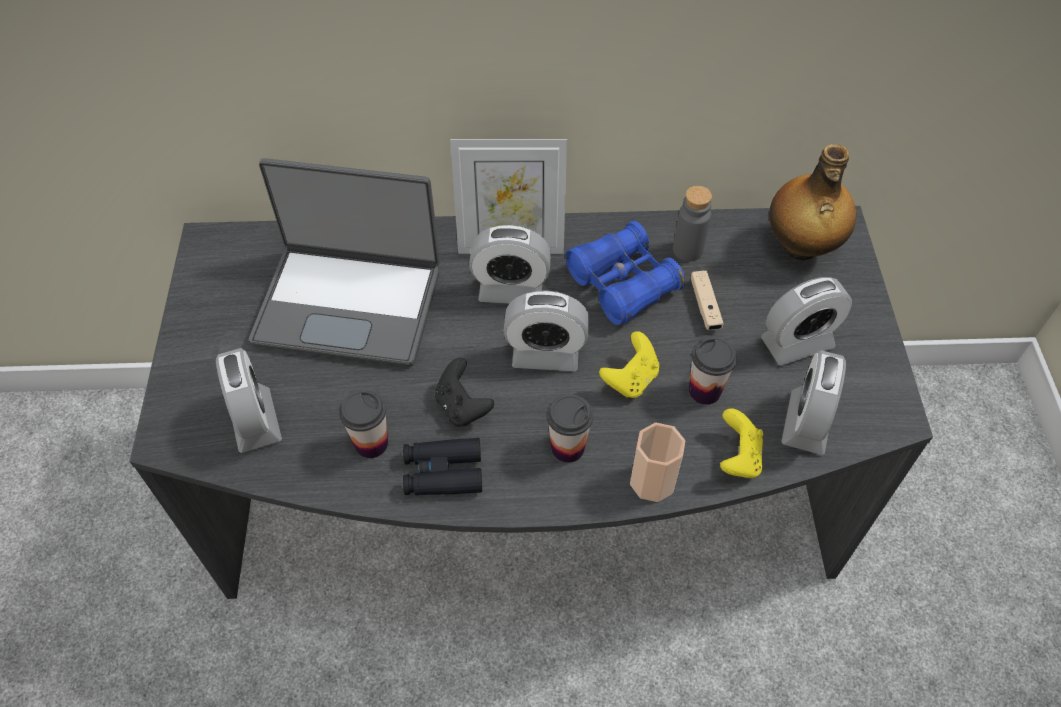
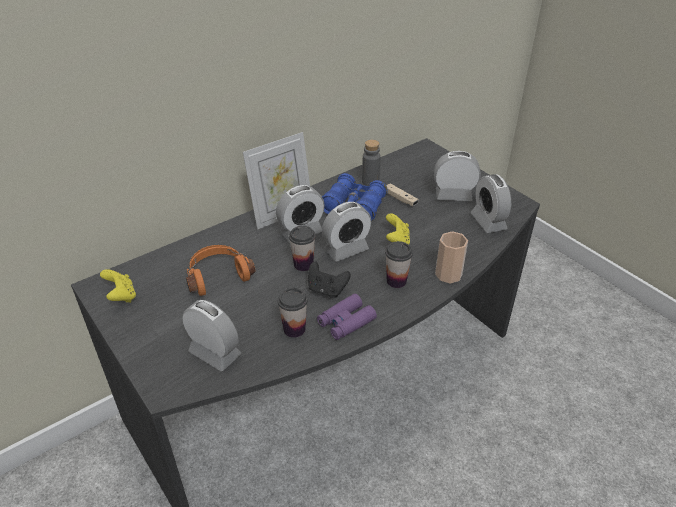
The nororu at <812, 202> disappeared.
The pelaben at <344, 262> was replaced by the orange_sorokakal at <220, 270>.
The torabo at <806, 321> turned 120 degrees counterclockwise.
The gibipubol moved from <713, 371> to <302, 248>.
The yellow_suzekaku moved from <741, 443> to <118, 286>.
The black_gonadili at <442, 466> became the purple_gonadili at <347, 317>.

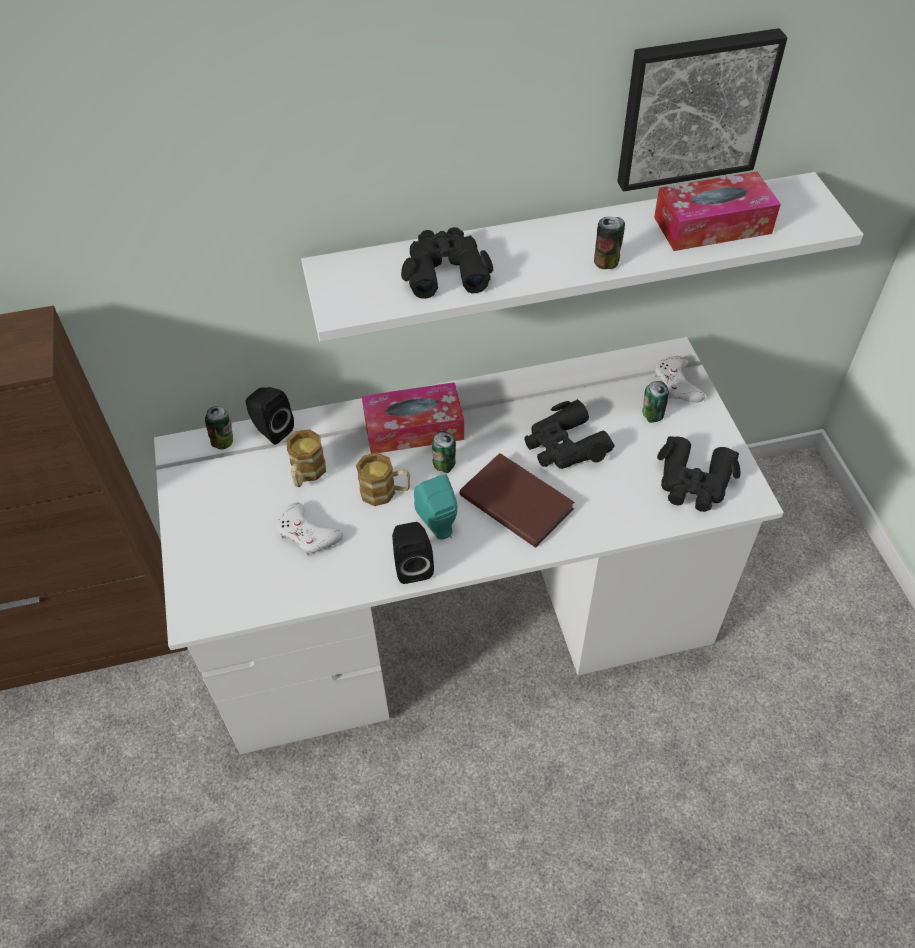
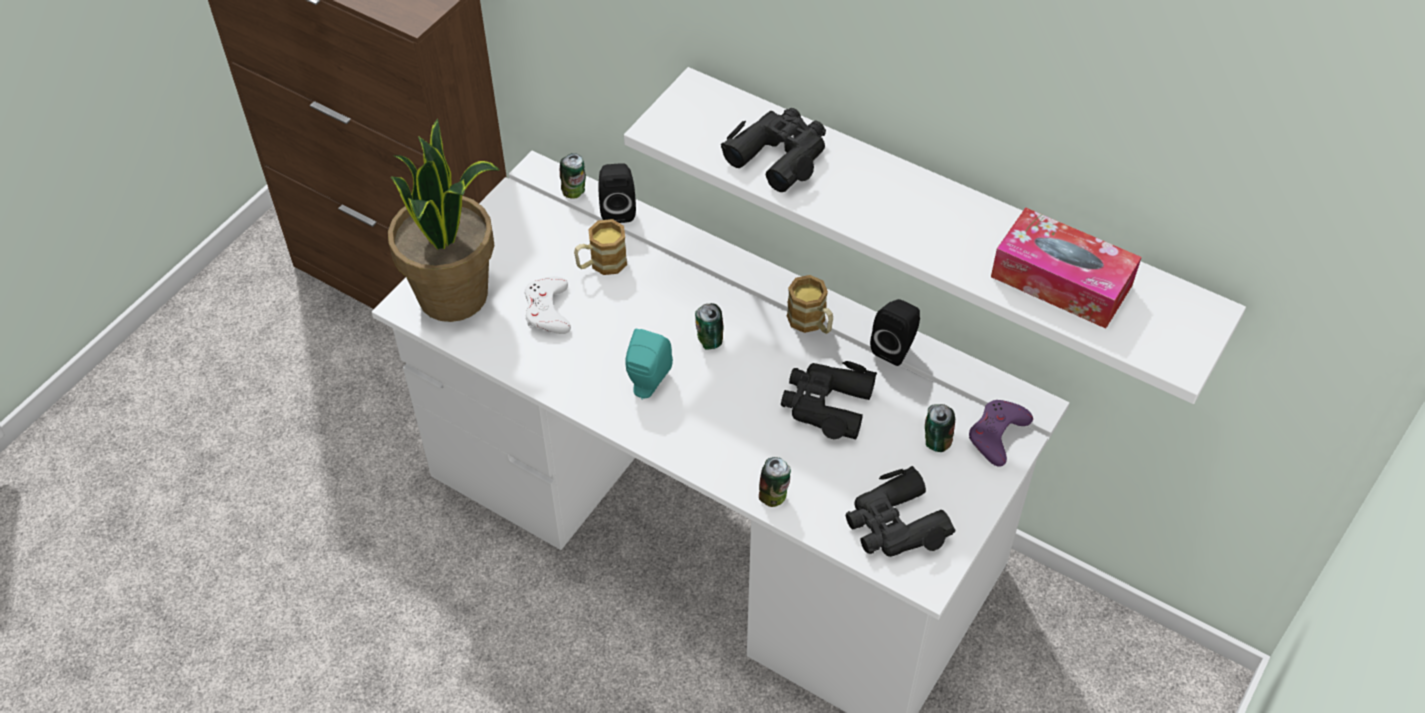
The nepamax at <702, 110> disappeared.
The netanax moved from <609, 243> to <775, 482>.
The white_suzekaku at <680, 379> became the purple_suzekaku at <1001, 433>.
The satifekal at <413, 418> disappeared.
The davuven moved from <383, 479> to <810, 304>.
The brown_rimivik at <517, 500> disappeared.
The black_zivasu moved from <413, 553> to <895, 332>.
The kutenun at <443, 220> appeared.

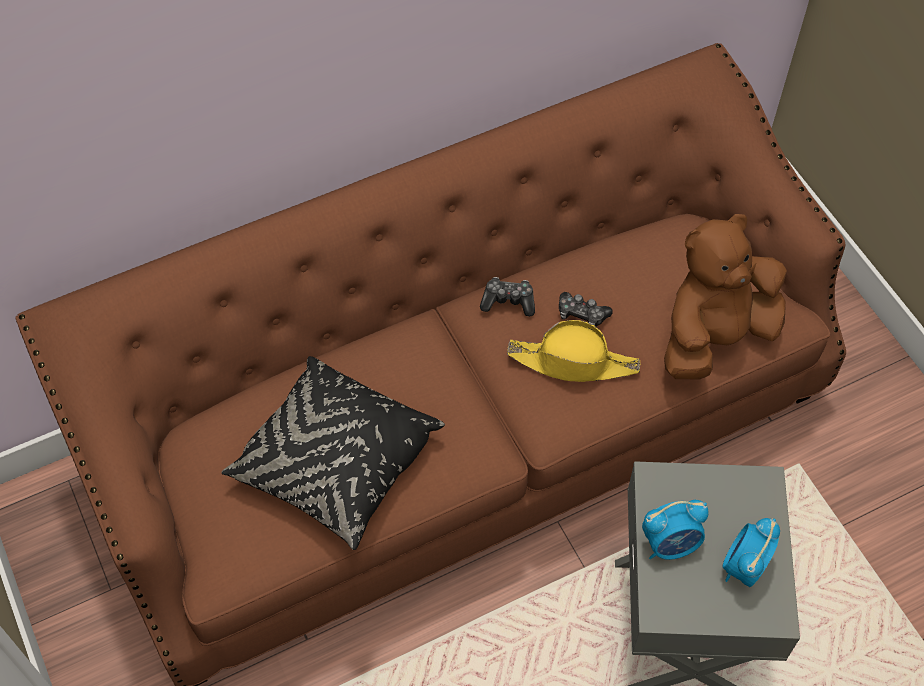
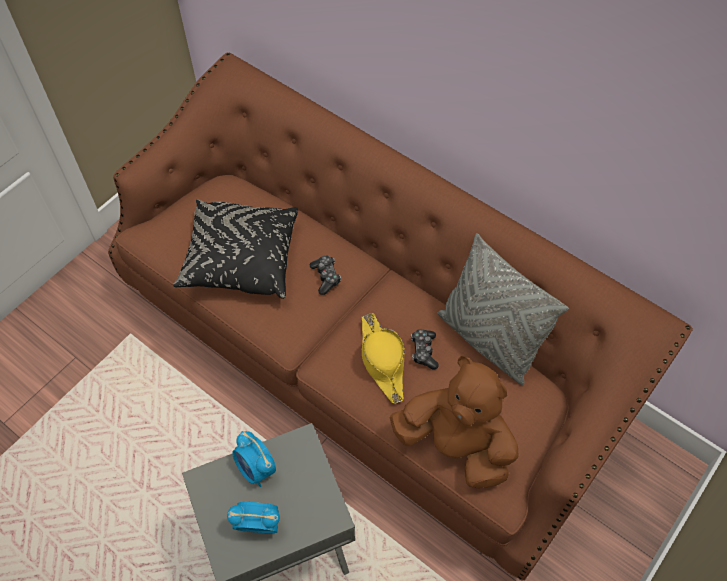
The suzekaku moved from <507, 296> to <325, 275>.
The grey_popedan at <503, 309> appeared.

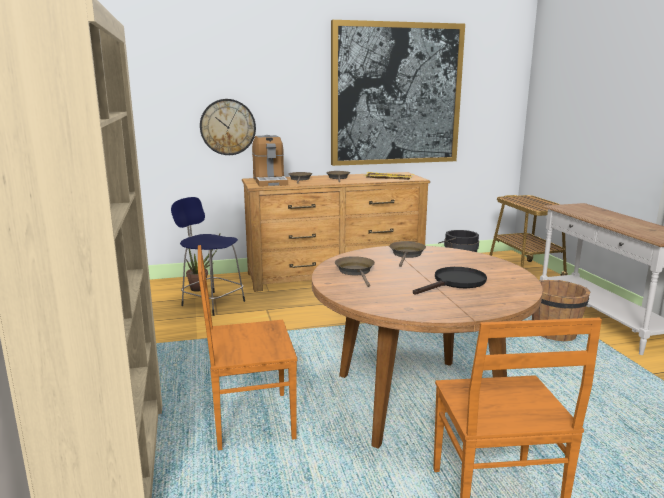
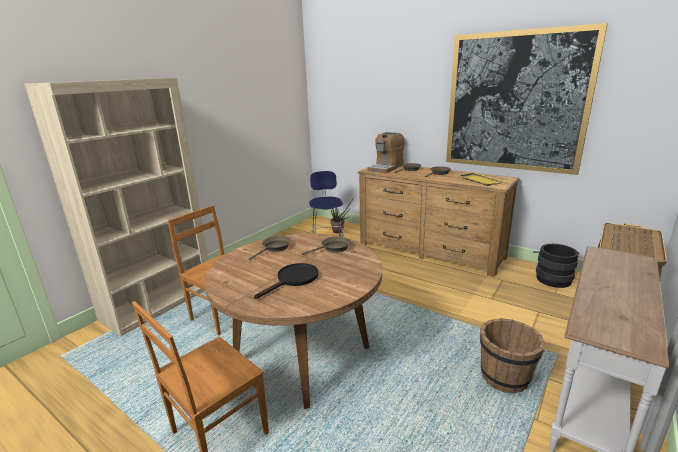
The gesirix at <228, 127> disappeared.
The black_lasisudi at <450, 281> turned 60 degrees counterclockwise.

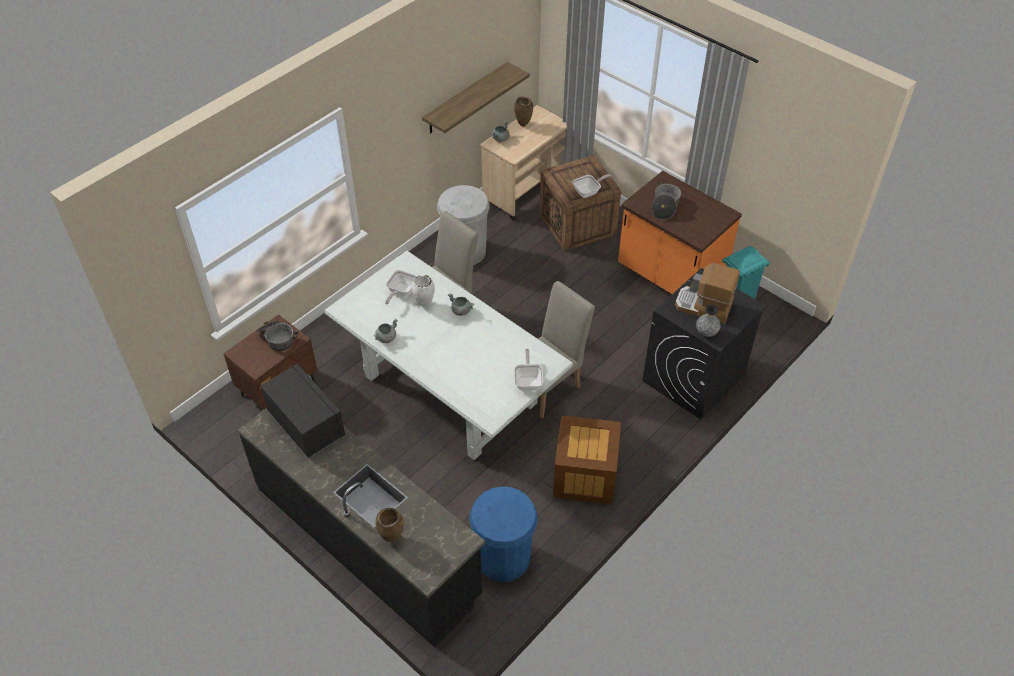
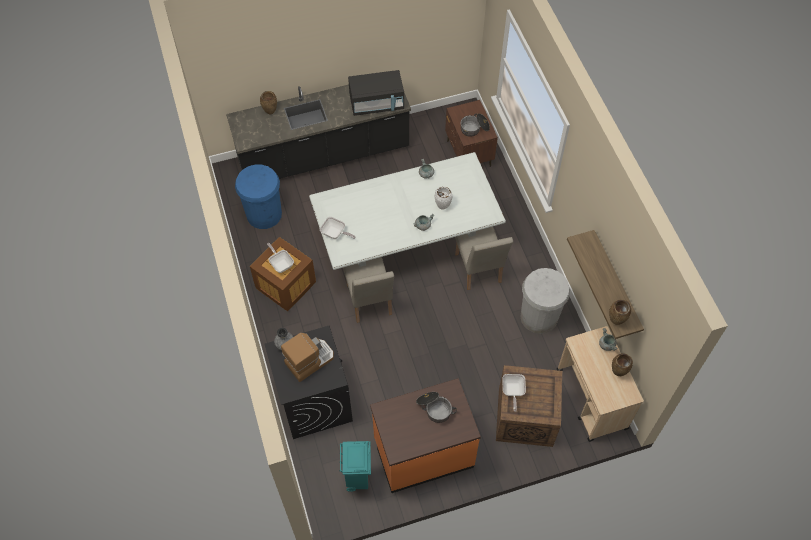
The lasisudi moved from <401, 287> to <280, 258>.
The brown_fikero at <620, 312> appeared.

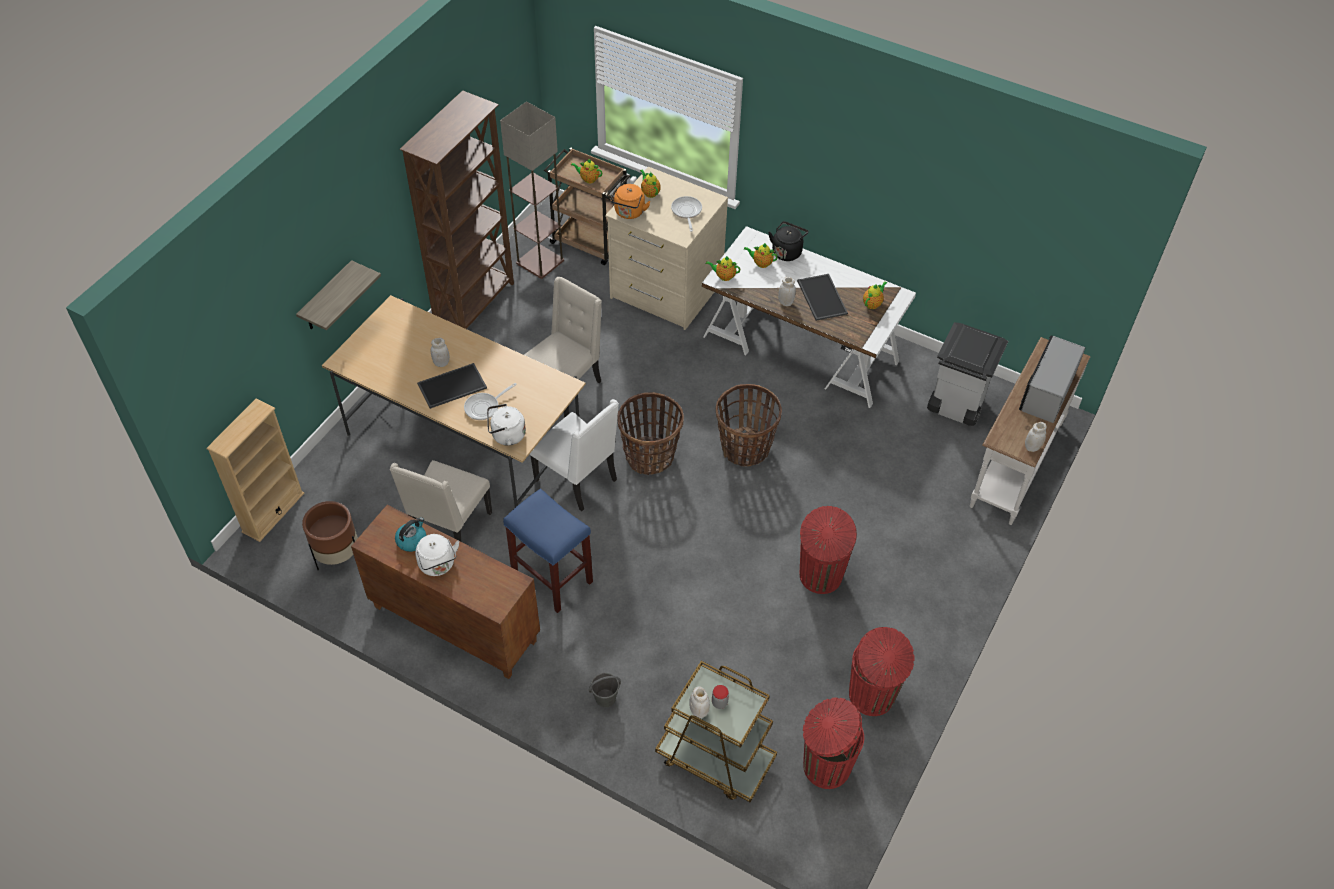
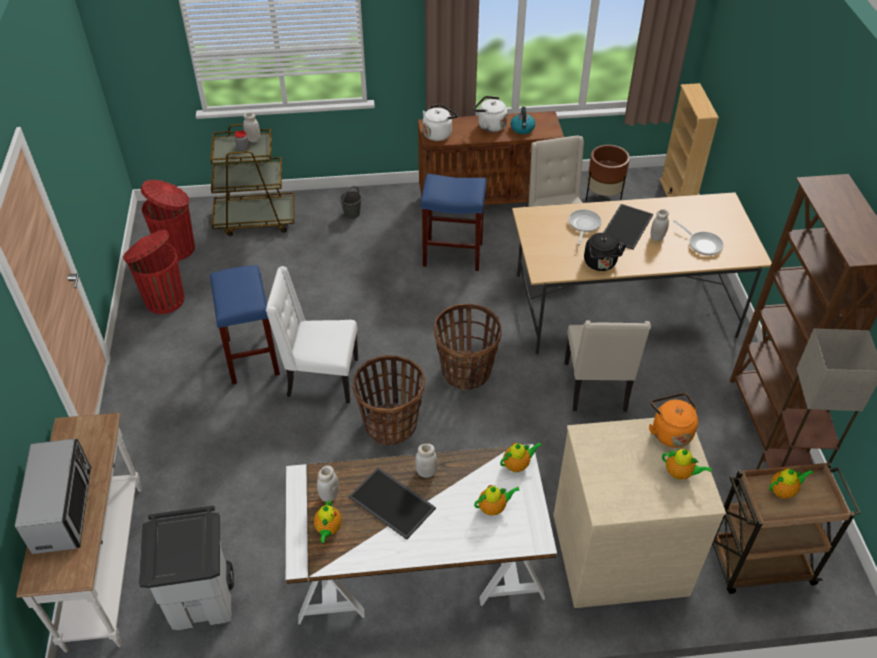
The lasisudi moved from <686, 214> to <698, 238>.
The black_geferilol moved from <788, 241> to <605, 252>.
The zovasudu at <338, 295> disappeared.
The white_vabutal moved from <574, 455> to <312, 334>.
The white_geferilol moved from <506, 425> to <440, 122>.
The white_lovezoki moved from <1036, 437> to <328, 483>.
The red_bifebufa at <828, 550> was replaced by the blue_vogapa at <245, 324>.

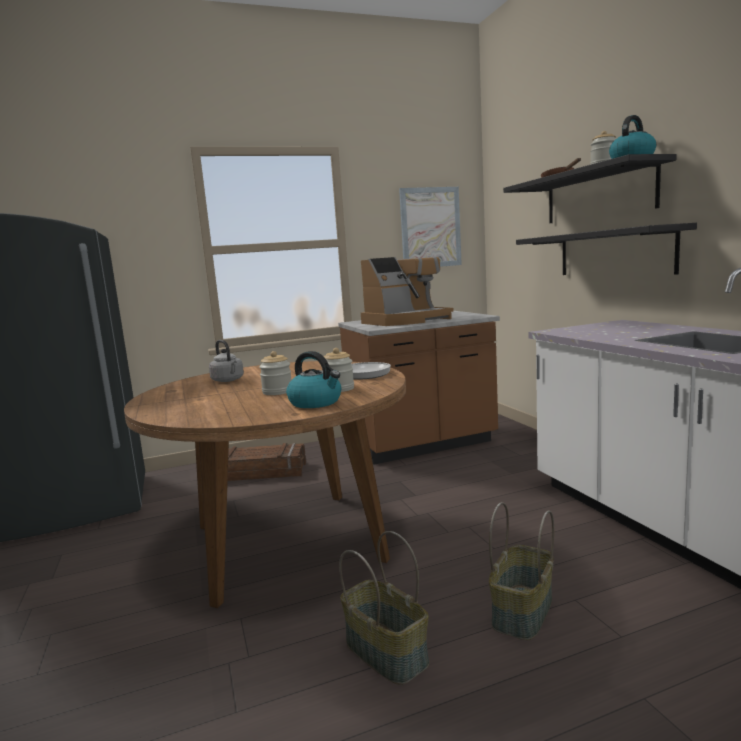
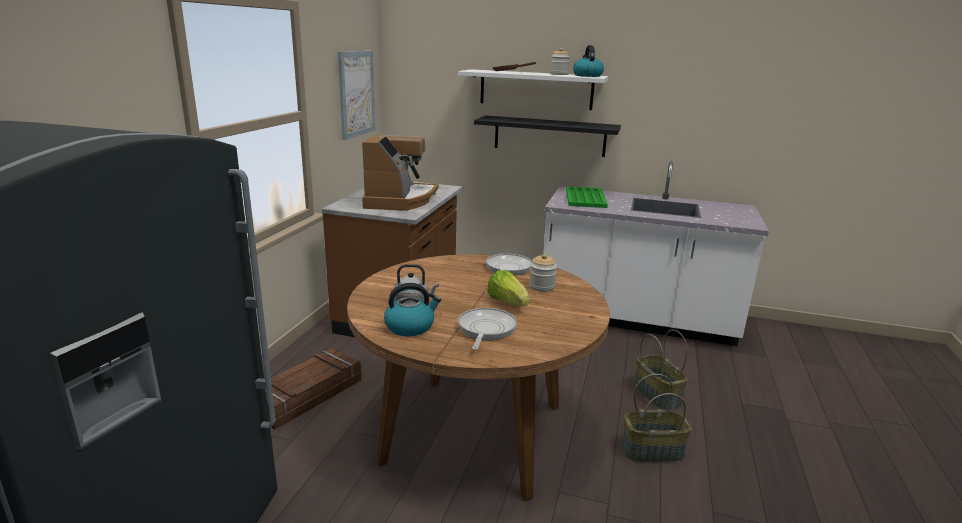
The black_zovasudu at <590, 188> became the white_zovasudu at <533, 89>.
The lovezoki at <275, 373> was replaced by the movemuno at <508, 288>.
The geferilol moved from <313, 379> to <412, 309>.
The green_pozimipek at <587, 197> appeared.
The lasisudi at <487, 329> appeared.

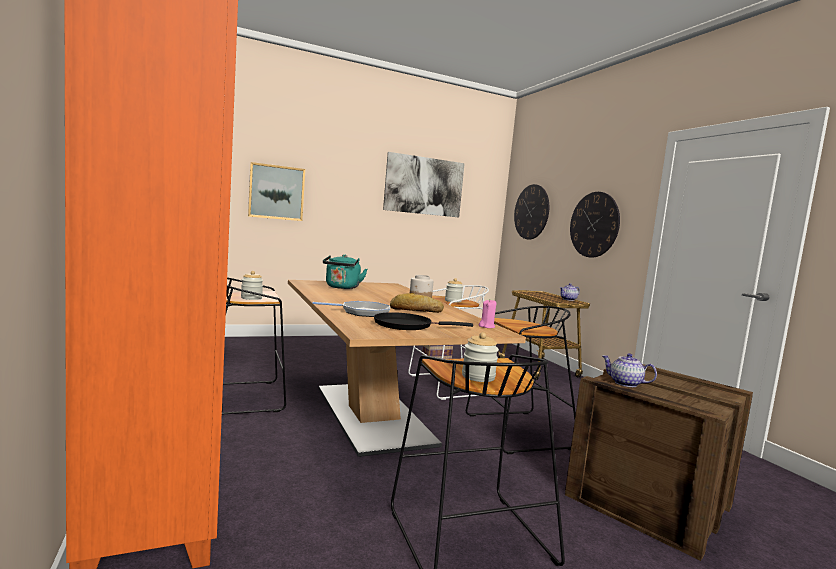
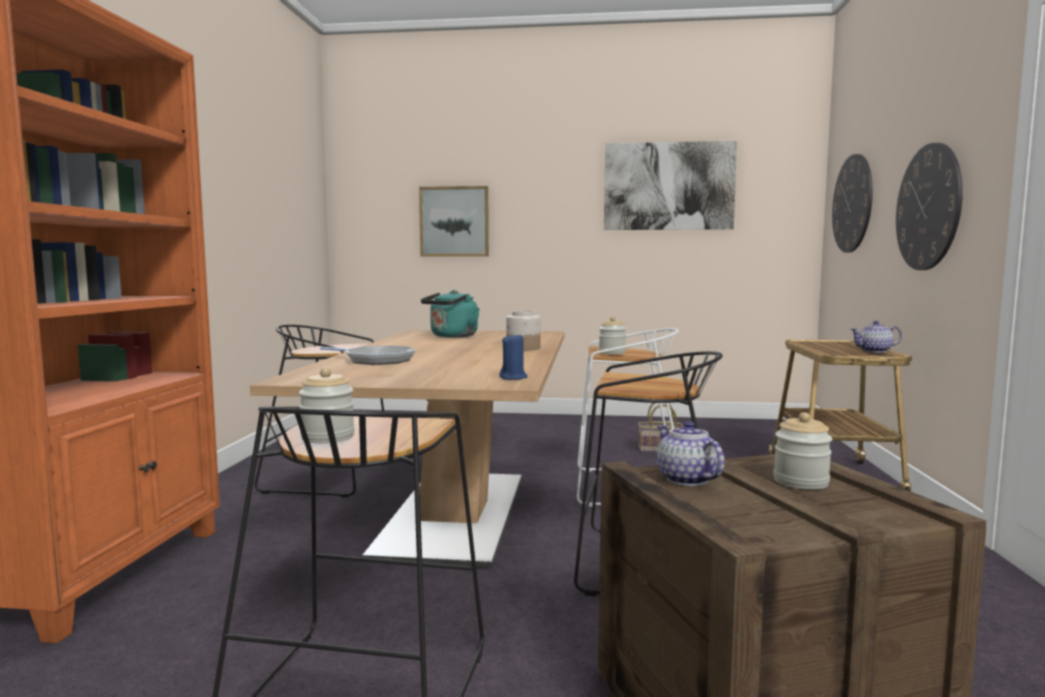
The lovezoki moved from <252, 285> to <802, 451>.
The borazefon at <417, 303> disappeared.
The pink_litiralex at <487, 314> became the blue_litiralex at <513, 356>.
The black_lasisudi at <423, 321> disappeared.

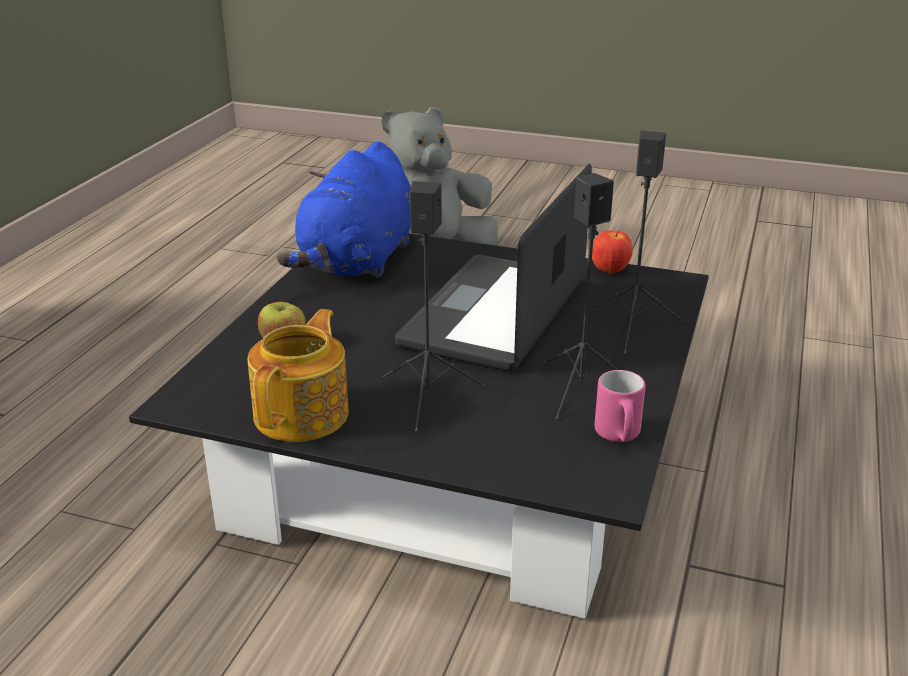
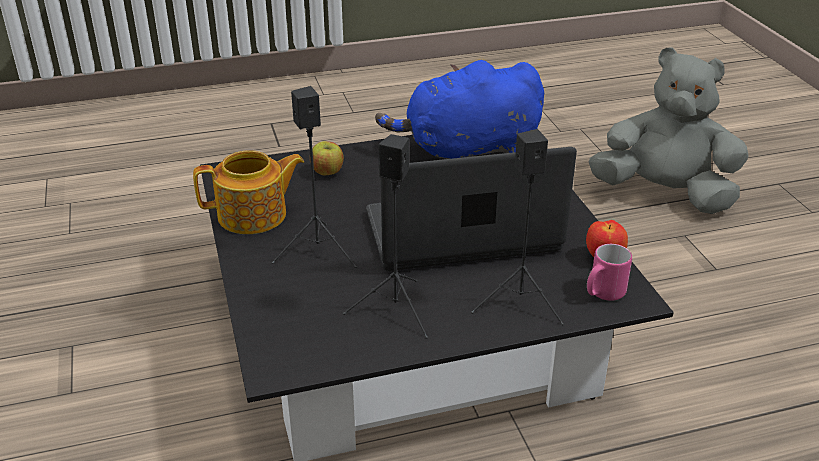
The pink_davuven moved from <620, 406> to <609, 272>.

